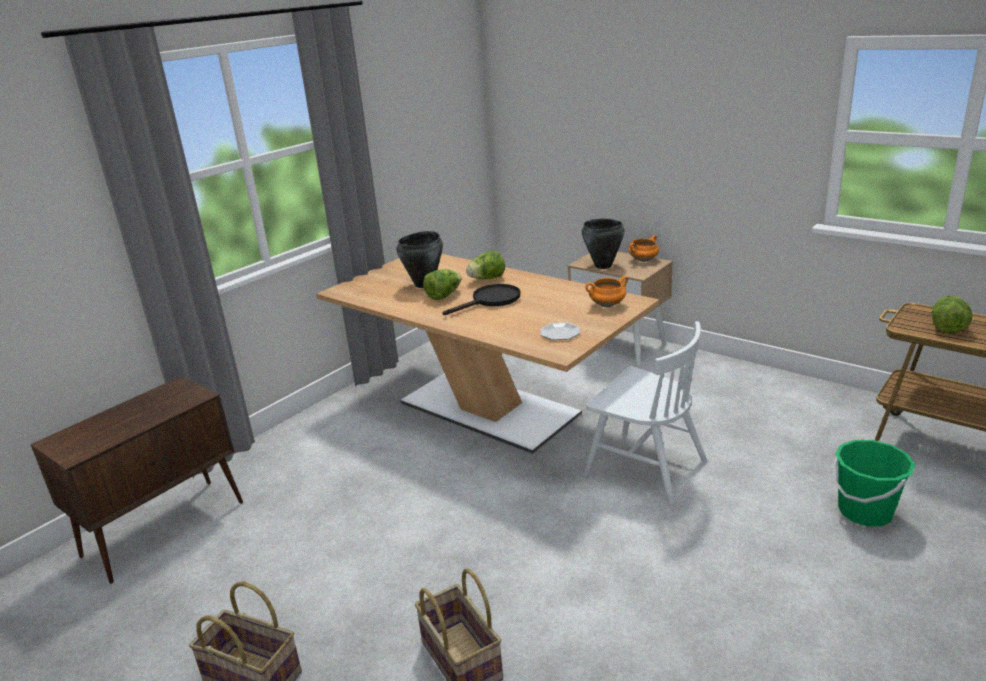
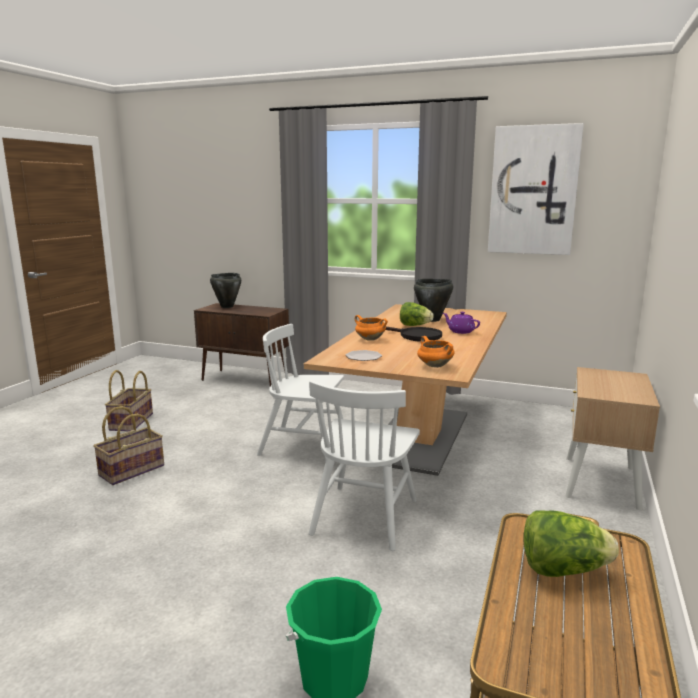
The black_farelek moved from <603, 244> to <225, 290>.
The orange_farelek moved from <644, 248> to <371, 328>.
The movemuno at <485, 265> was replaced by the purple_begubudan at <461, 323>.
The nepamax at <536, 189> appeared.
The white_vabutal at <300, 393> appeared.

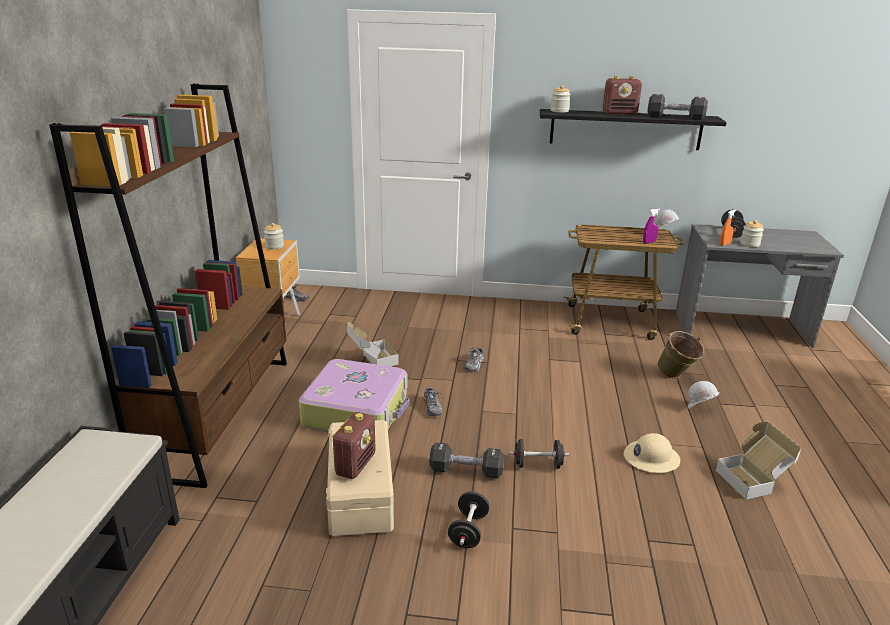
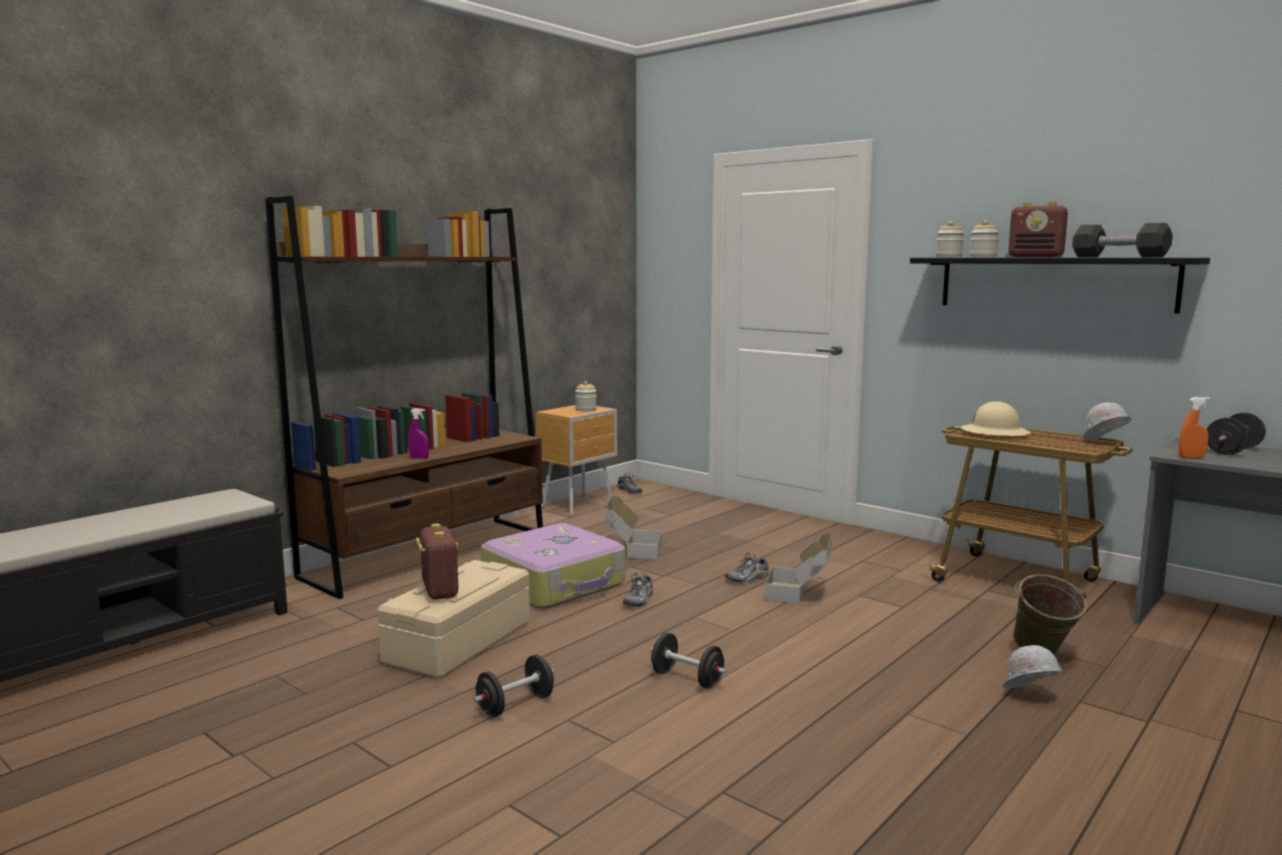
The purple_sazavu moved from <651, 226> to <418, 433>.
The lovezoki moved from <752, 233> to <984, 238>.
The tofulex at <354, 445> turned 75 degrees counterclockwise.
The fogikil moved from <758, 461> to <798, 568>.
The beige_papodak moved from <652, 453> to <996, 418>.
The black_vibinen at <466, 460> disappeared.

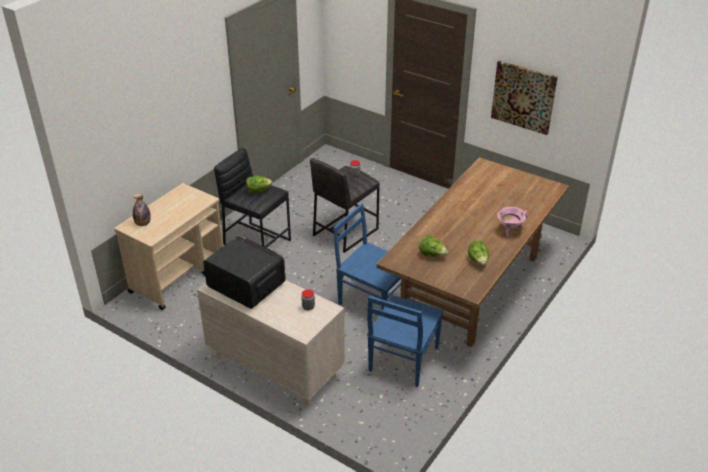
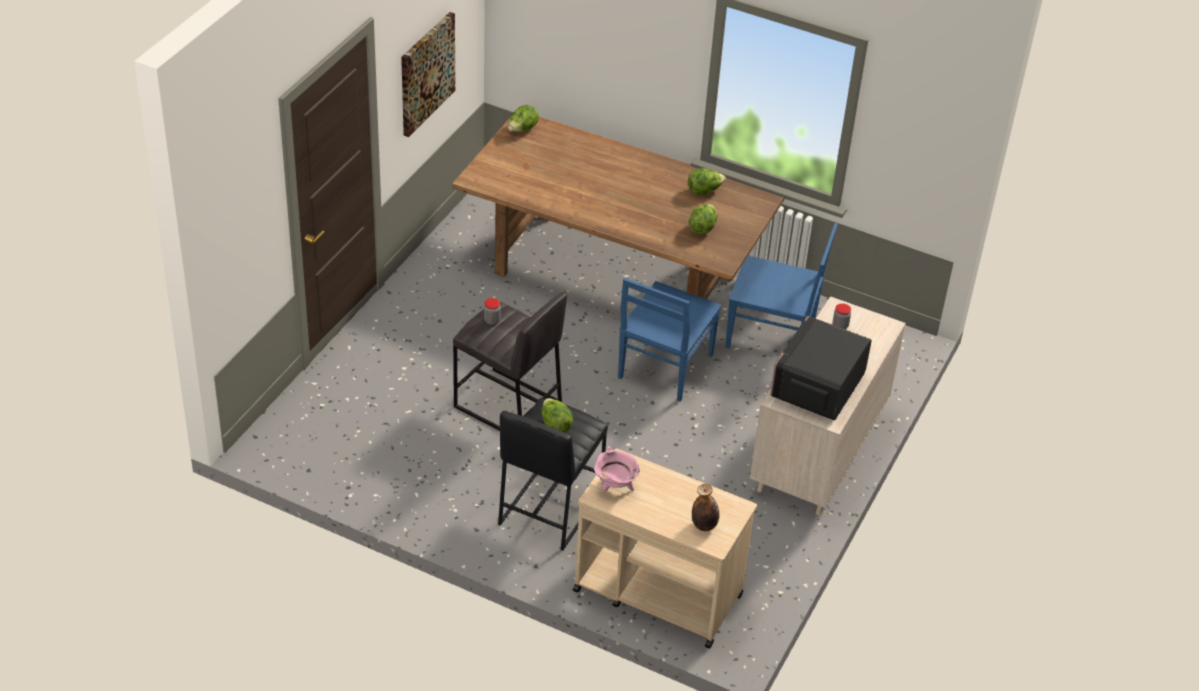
The pink_farelek moved from <512, 222> to <617, 468>.
The movemuno at <523, 118> appeared.

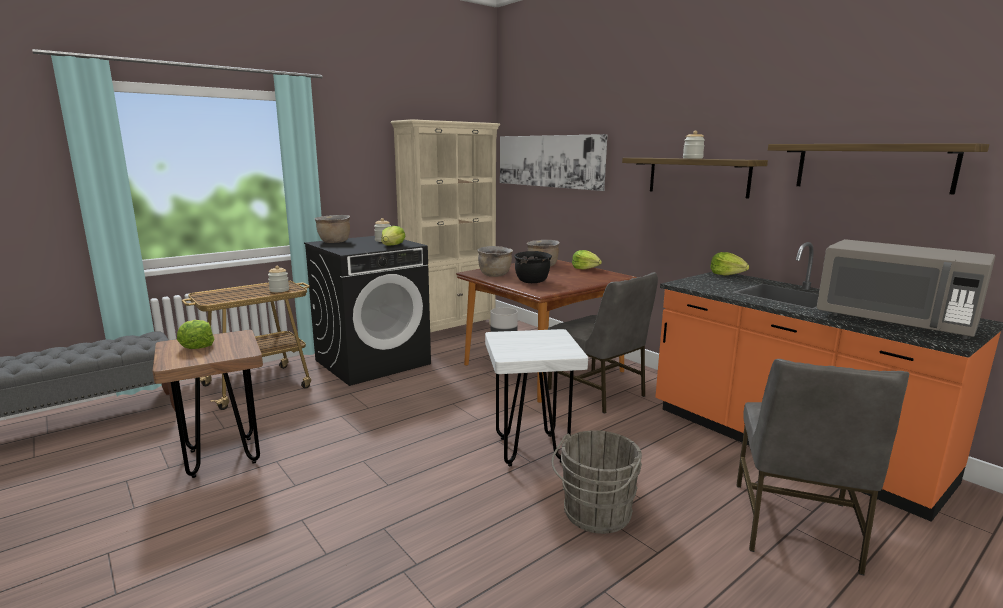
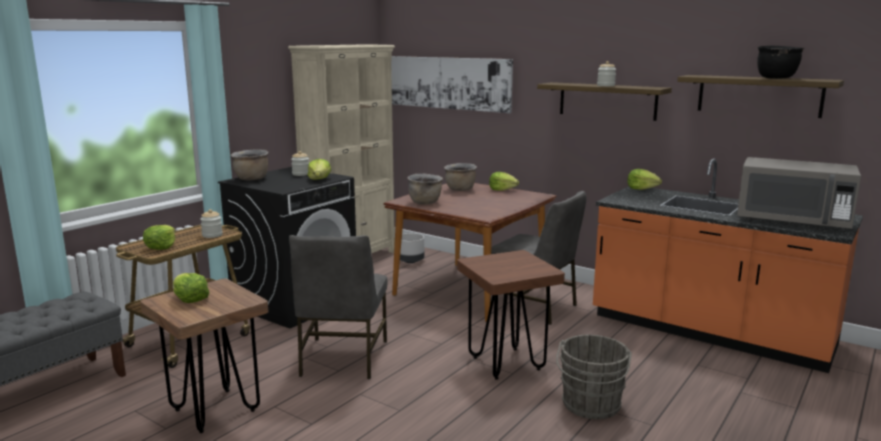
The black_farelek moved from <533, 267> to <780, 62>.
The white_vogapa at <536, 397> became the brown_vogapa at <511, 315>.
The grey_vabutal moved from <823, 467> to <338, 307>.
The movemuno at <159, 237> appeared.

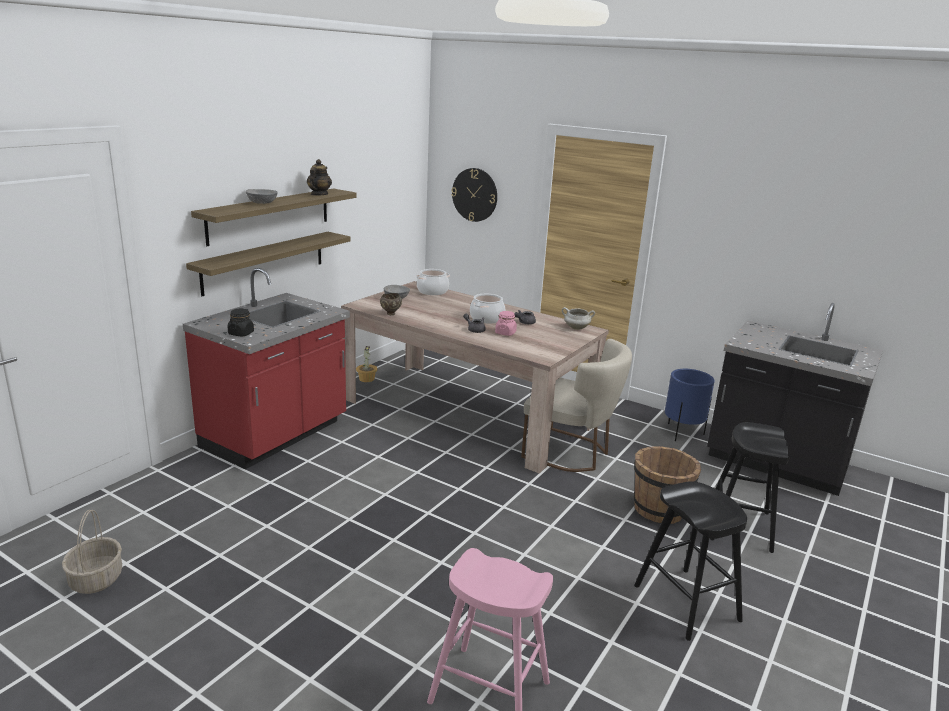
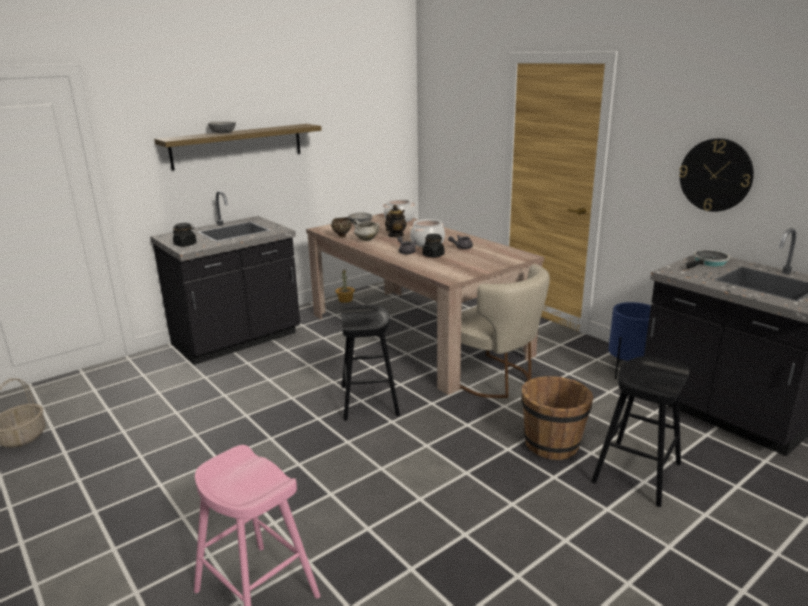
The begubudan moved from <319, 177> to <396, 221>.
The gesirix moved from <474, 195> to <716, 175>.
The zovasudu at <268, 264> disappeared.
The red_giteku at <266, 368> became the black_giteku at <225, 278>.
The white_farelek moved from <578, 318> to <366, 230>.
The pink_lovezoki at <506, 323> became the black_lovezoki at <433, 246>.
The black_vogapa moved from <690, 561> to <370, 363>.
The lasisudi at <708, 259> appeared.

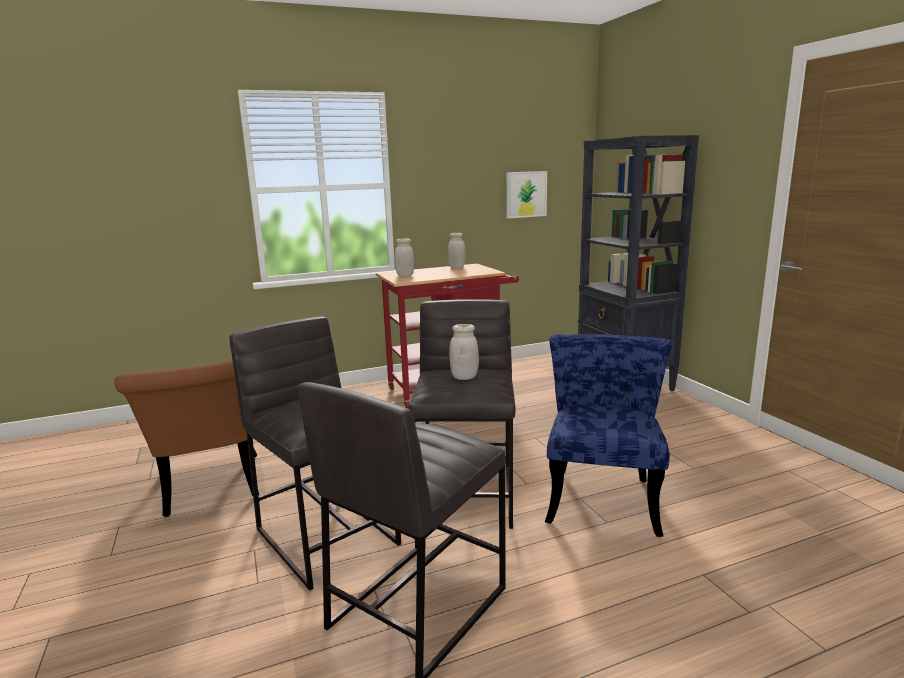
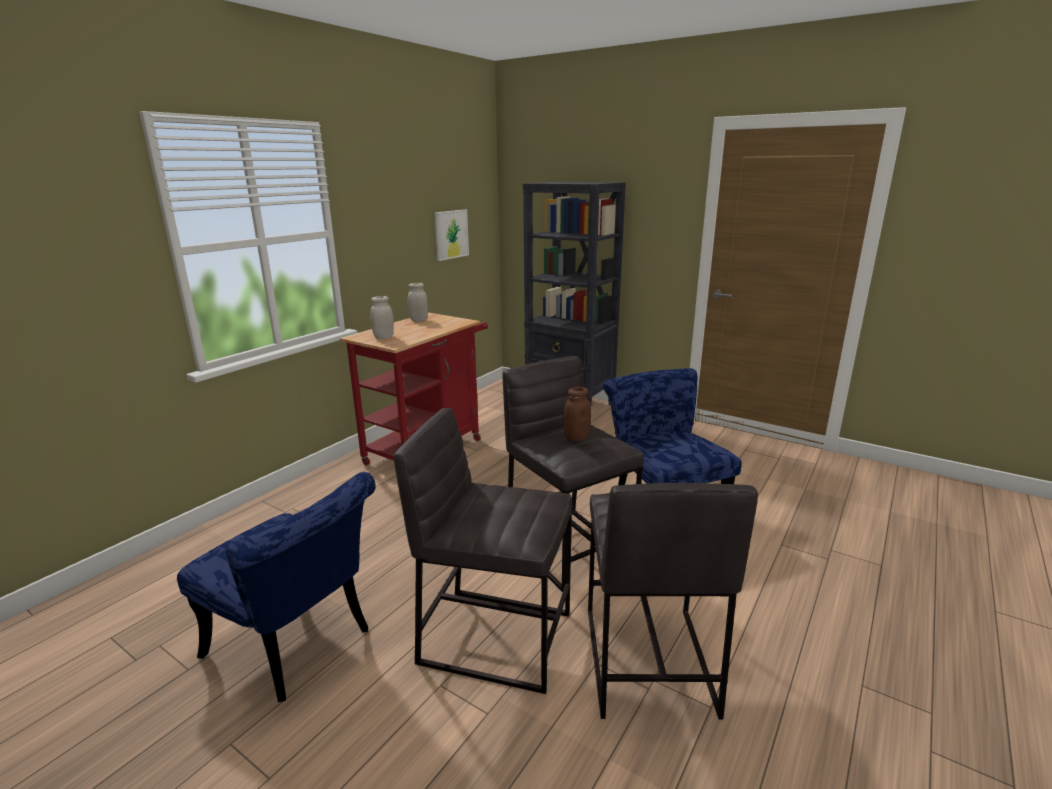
The white_lovezoki at <464, 352> became the brown_lovezoki at <577, 414>.
The brown_vabutal at <186, 438> became the blue_vabutal at <276, 587>.

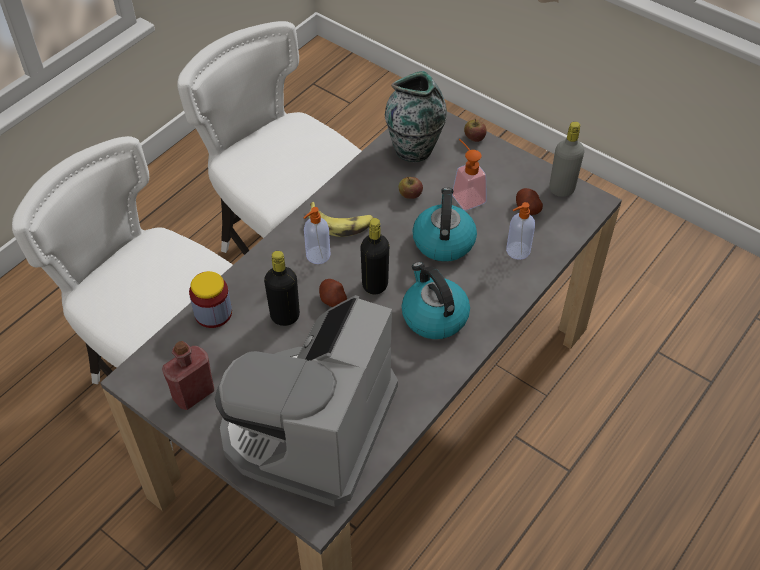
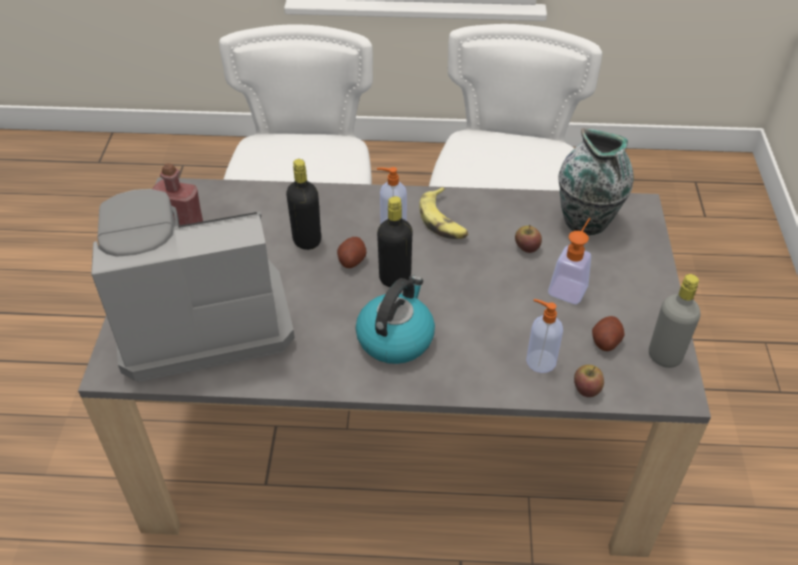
The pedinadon moved from <475, 130> to <589, 381>.
The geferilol at <444, 225> disappeared.
The lovezoki at <210, 299> disappeared.

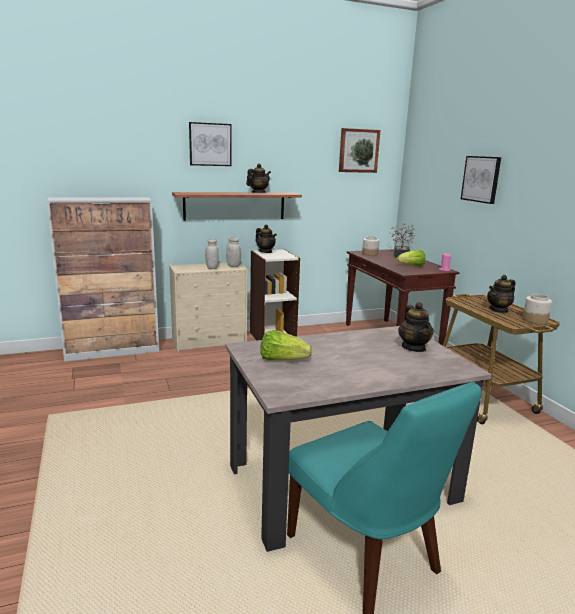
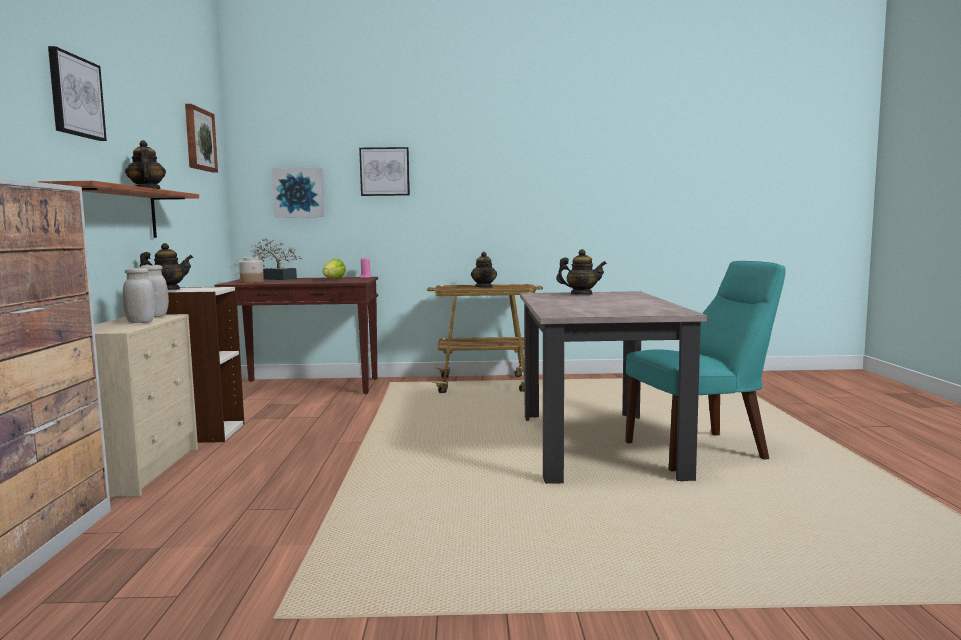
The lovezoki at <537, 309> disappeared.
The movemuno at <286, 345> disappeared.
The nepamax at <298, 193> appeared.

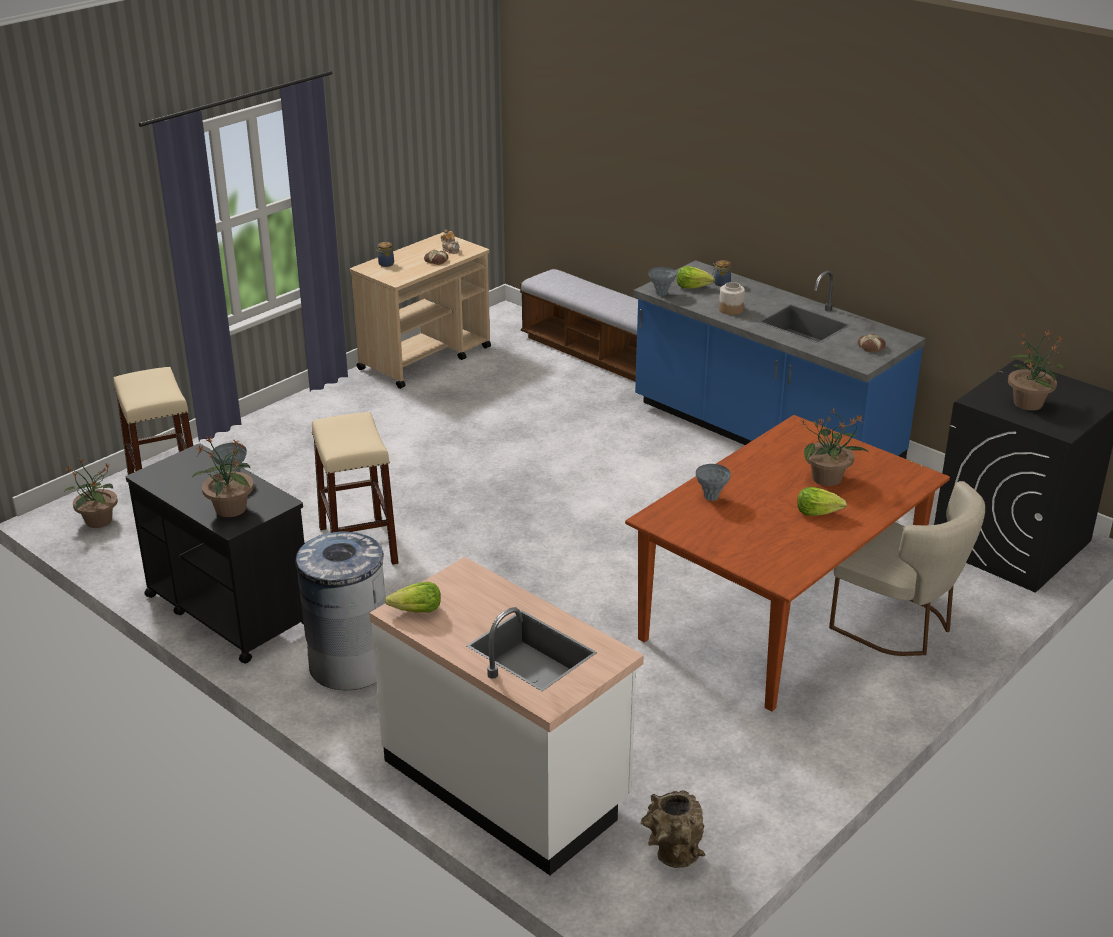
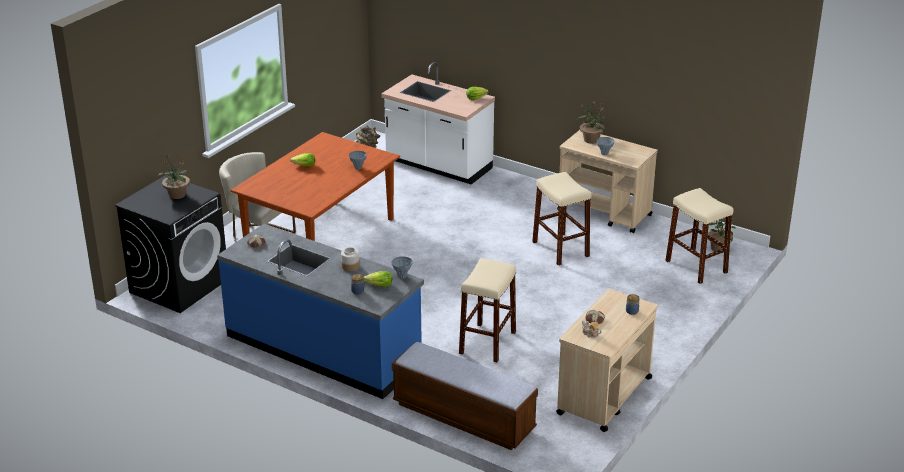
The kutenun at <833, 447> disappeared.
The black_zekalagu at <215, 554> became the beige_zekalagu at <607, 181>.
The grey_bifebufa at <340, 610> disappeared.
The beige_vogapa at <487, 310> appeared.

